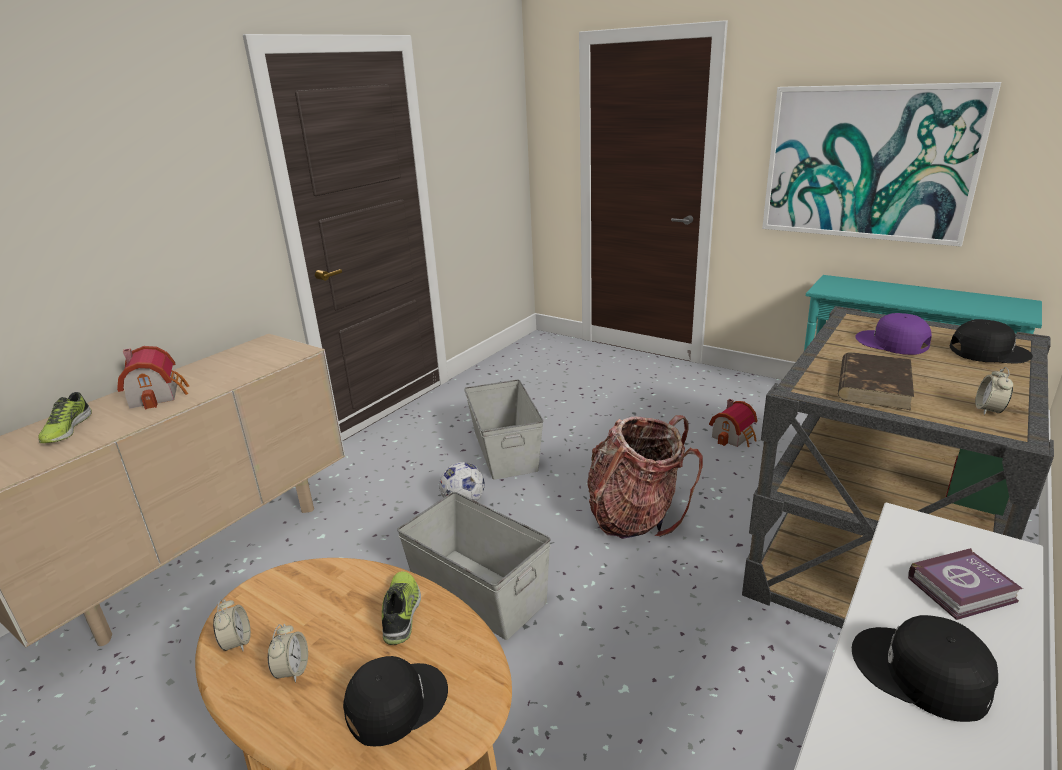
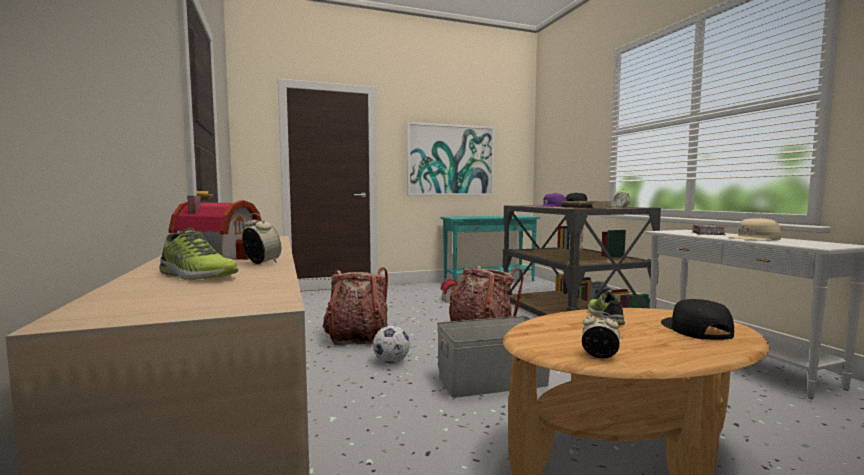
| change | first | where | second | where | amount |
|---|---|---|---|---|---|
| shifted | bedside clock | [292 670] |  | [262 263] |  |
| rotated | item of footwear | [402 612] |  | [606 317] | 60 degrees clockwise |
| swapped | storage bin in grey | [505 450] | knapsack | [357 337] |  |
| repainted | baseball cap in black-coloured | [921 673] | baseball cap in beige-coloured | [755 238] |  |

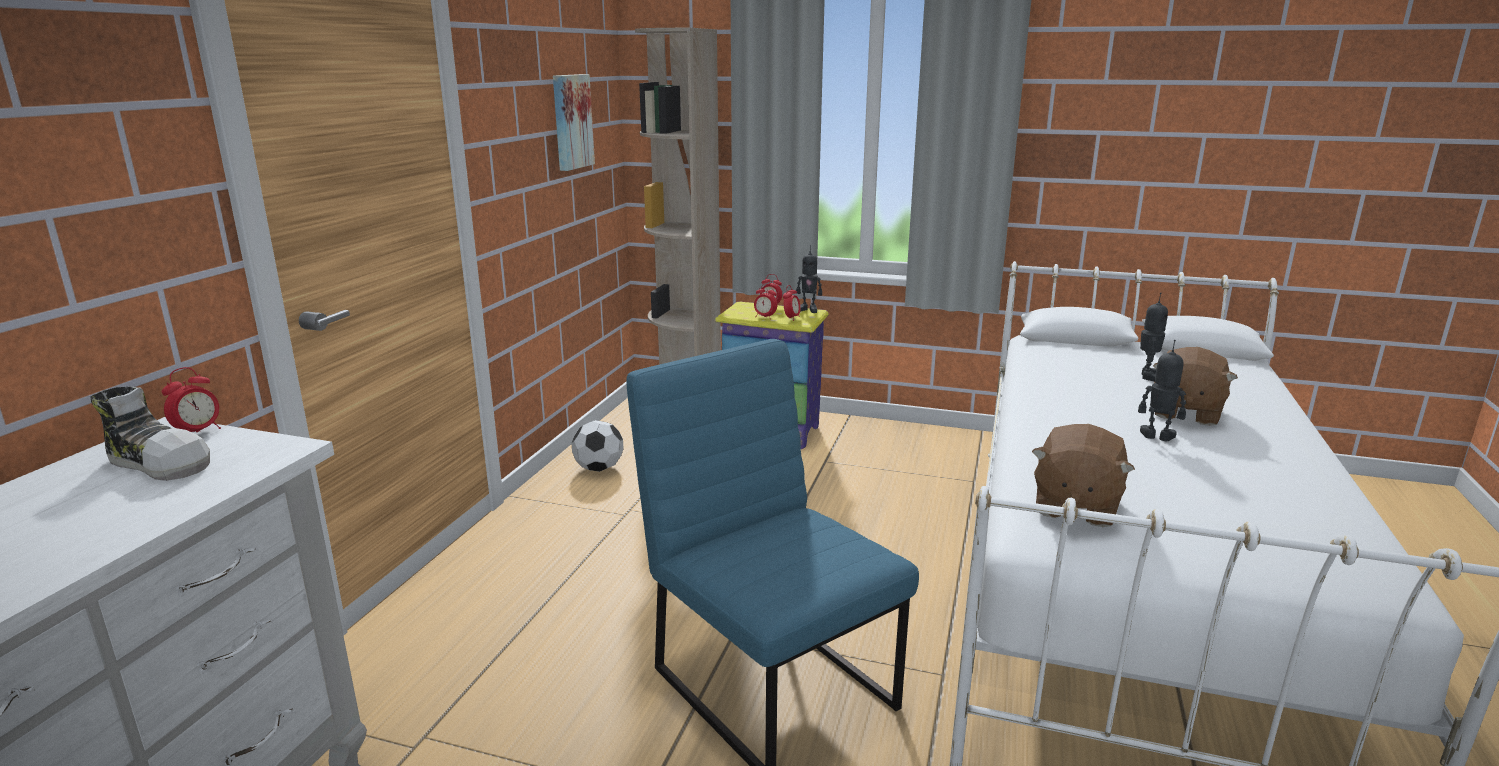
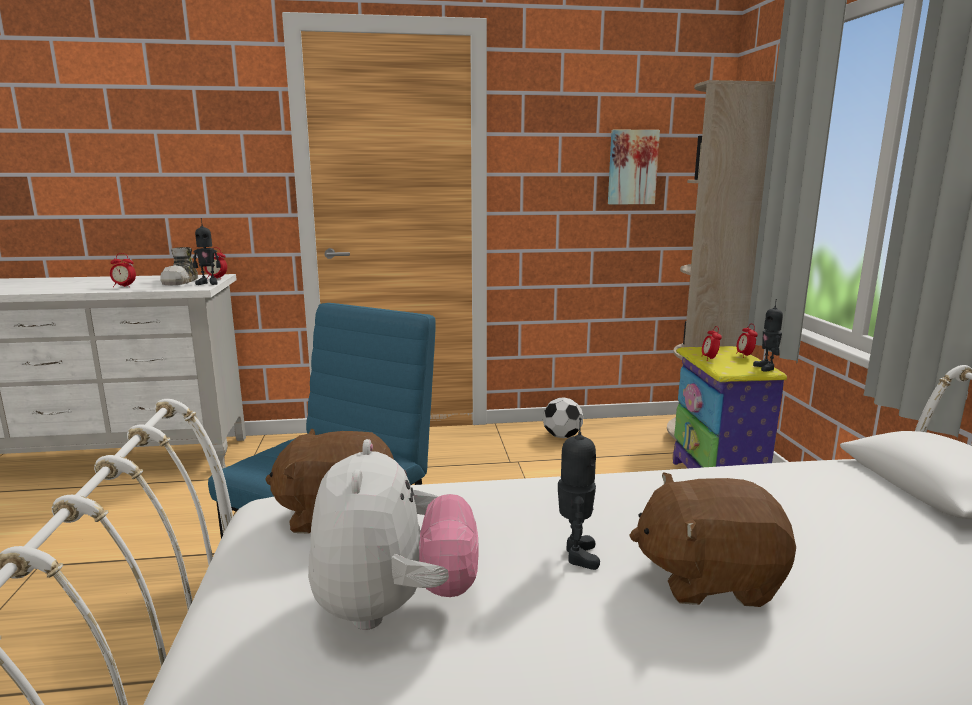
| change | first | where | second | where | amount |
|---|---|---|---|---|---|
| shifted | bedside clock | [791 318] |  | [124 286] |  |
| shifted | model robot | [1147 376] |  | [208 283] |  |
| new |  |  | plush toy | [394 607] |  |

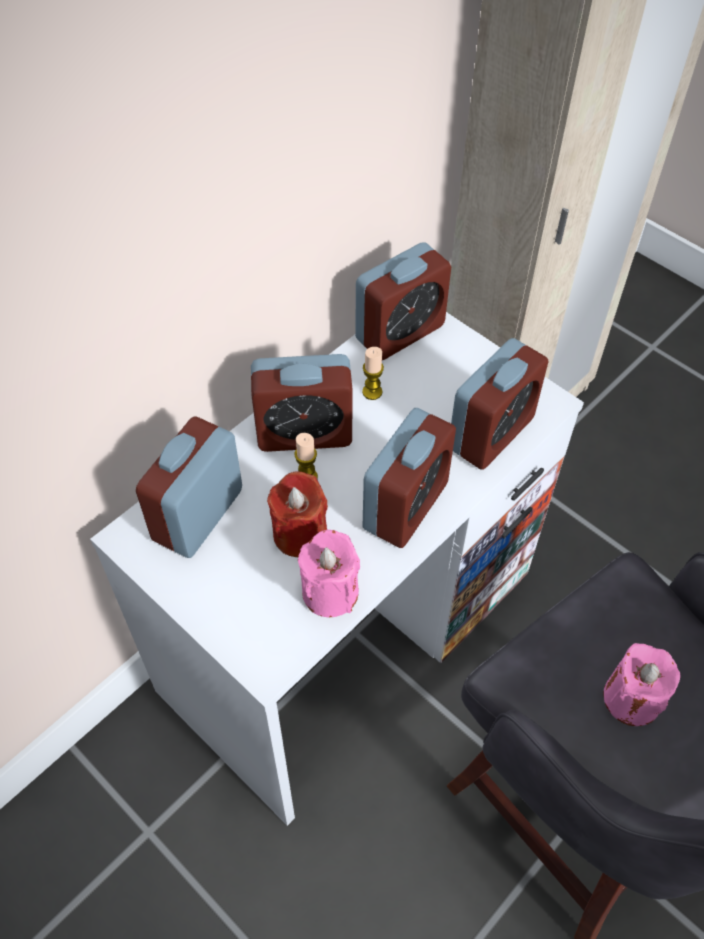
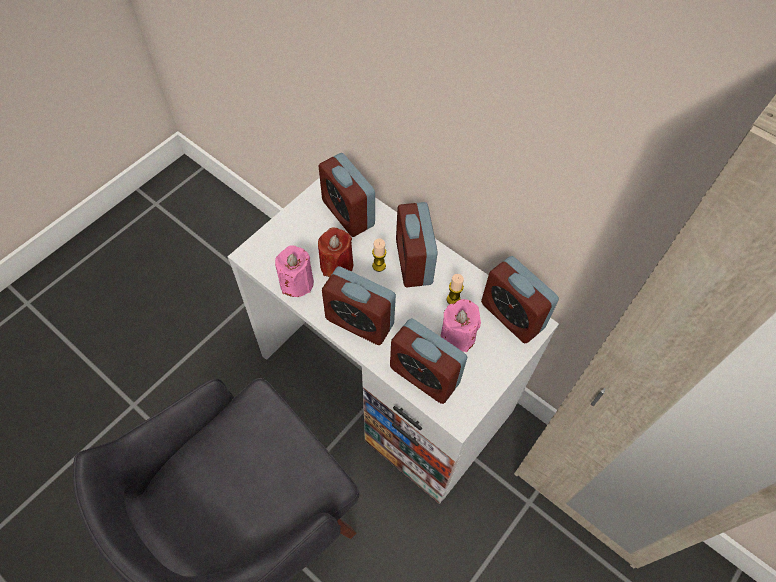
| change | first | where | second | where | amount |
|---|---|---|---|---|---|
| rotated | bedside clock | [198 515] |  | [348 213] | 150 degrees counterclockwise |
| shifted | wax light in pinkish | [631 698] |  | [457 336] |  |

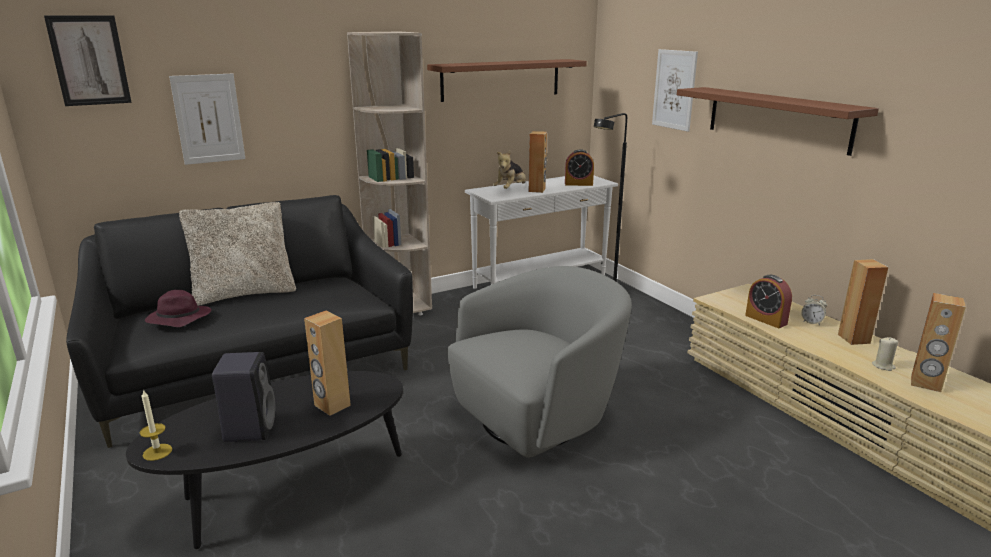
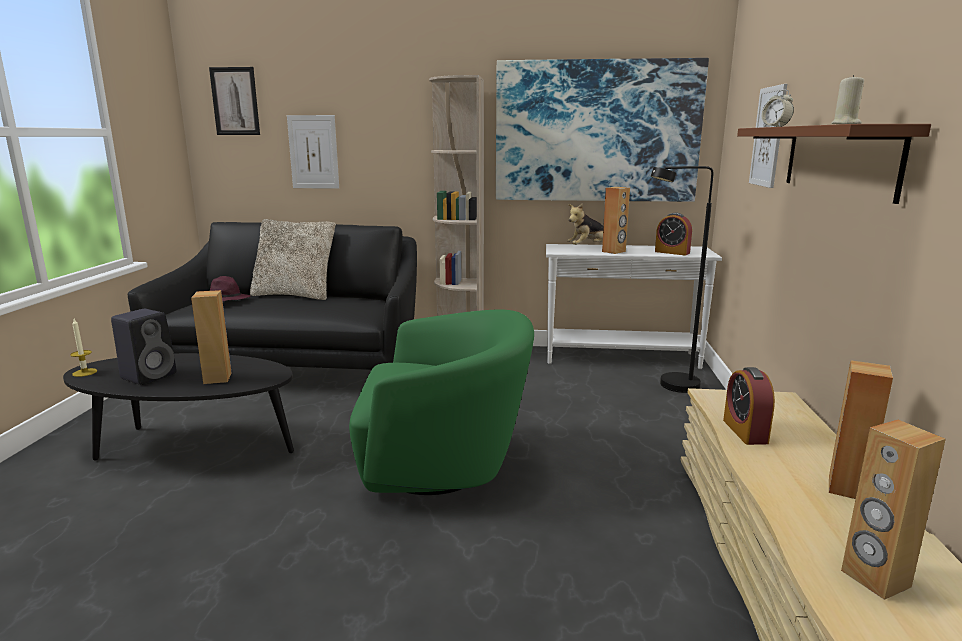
| change | first | where | second | where | amount |
|---|---|---|---|---|---|
| swapped | bracket shelf in brown-coloured | [501 79] | wall picture | [596 132] |  |
| repainted | easy chair in grey | [539 416] | easy chair in greenish | [442 465] |  |
| shifted | bedside clock | [811 322] |  | [775 127] |  |
| shifted | wax light in beige-coloured | [883 366] |  | [845 124] |  |

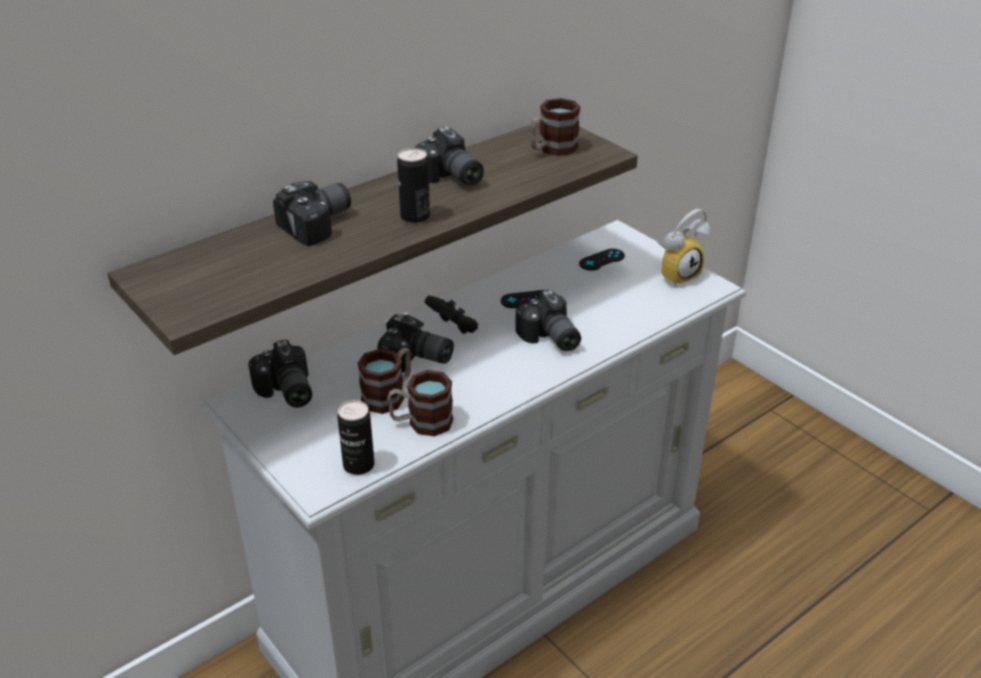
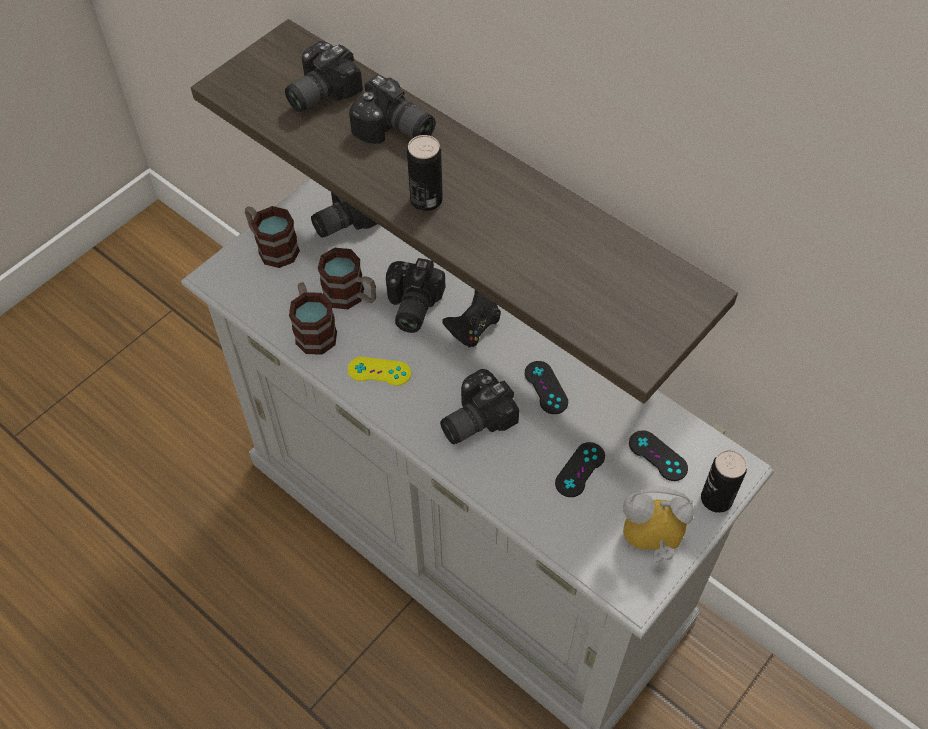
| change | first | where | second | where | amount |
|---|---|---|---|---|---|
| shifted | metal can | [358 465] |  | [716 499] |  |
| shifted | still camera | [450 178] |  | [318 92] |  |
| shifted | coffee mug | [552 149] |  | [272 247] |  |
| rotated | bedside clock | [677 274] |  | [650 546] | 135 degrees clockwise |
| new |  |  | joypad in yellow | [379 371] |  |
| new |  |  | joypad in black-coloured | [580 470] |  |

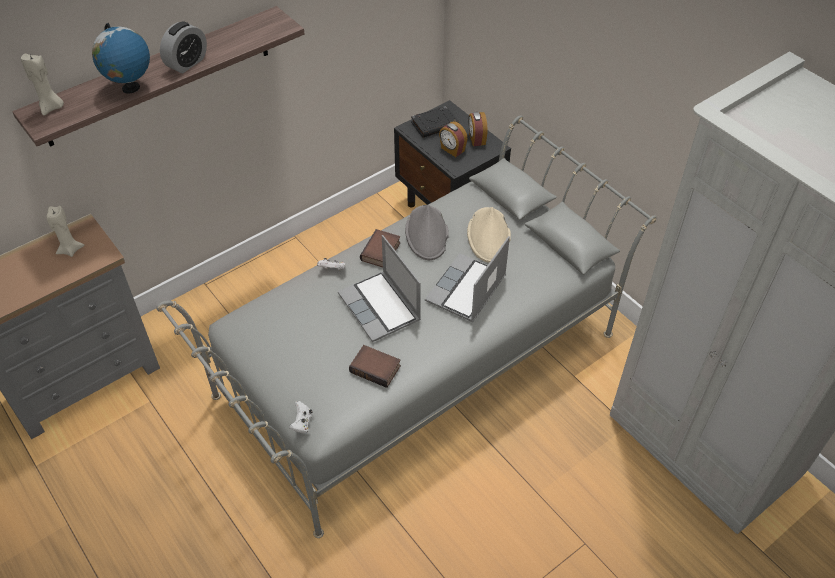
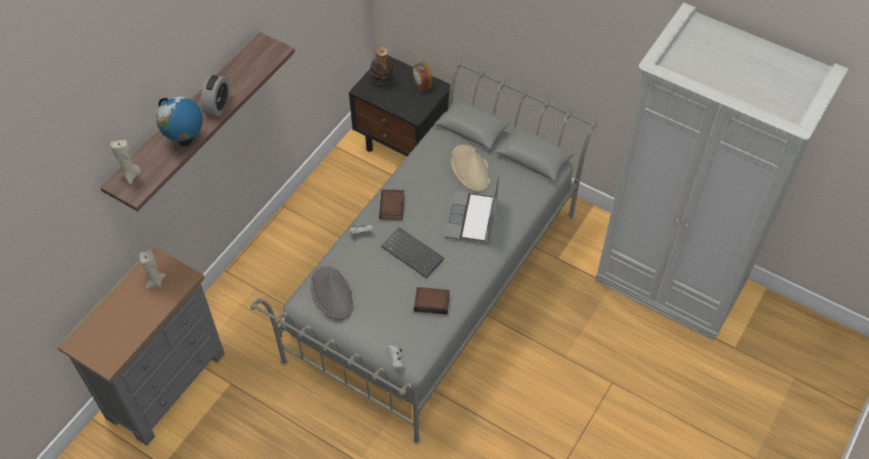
| change | first | where | second | where | amount |
|---|---|---|---|---|---|
| swapped | notebook computer | [381 307] | PC keyboard | [414 253] |  |
| shifted | wearable hat in grey | [427 234] |  | [332 293] |  |
| swapped | bound book in black-coloured | [435 124] | beverage bottle | [382 80] |  |
| gone | bedside clock | [452 150] |  |  |  |

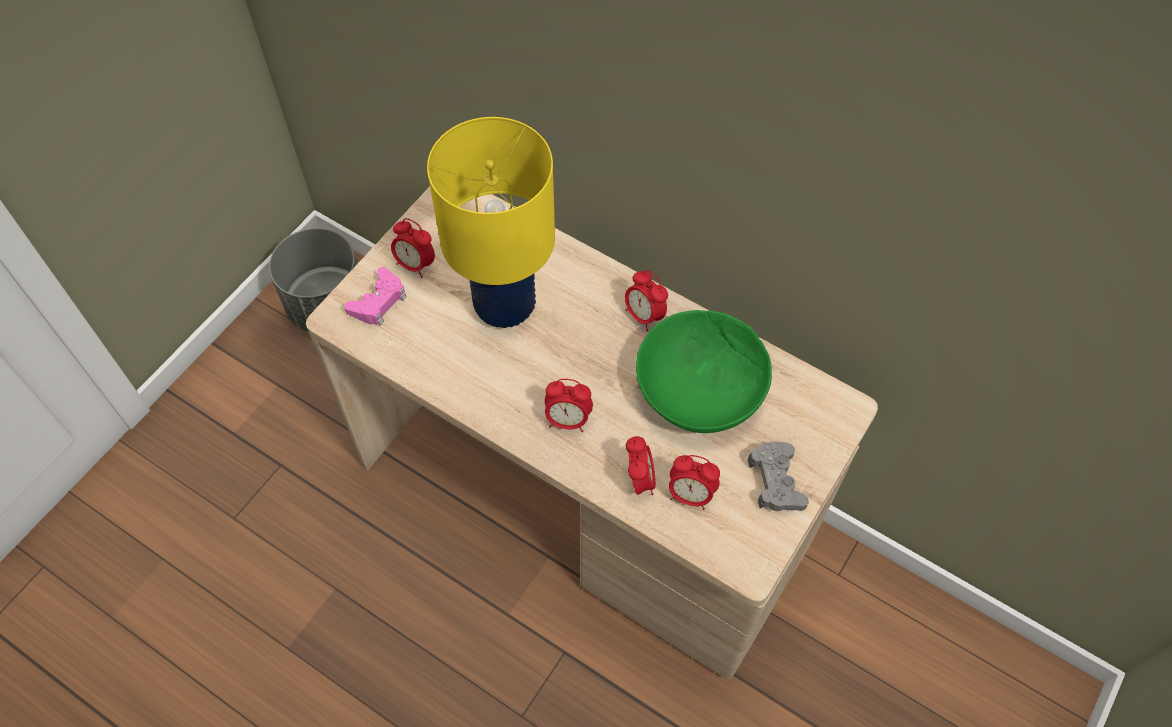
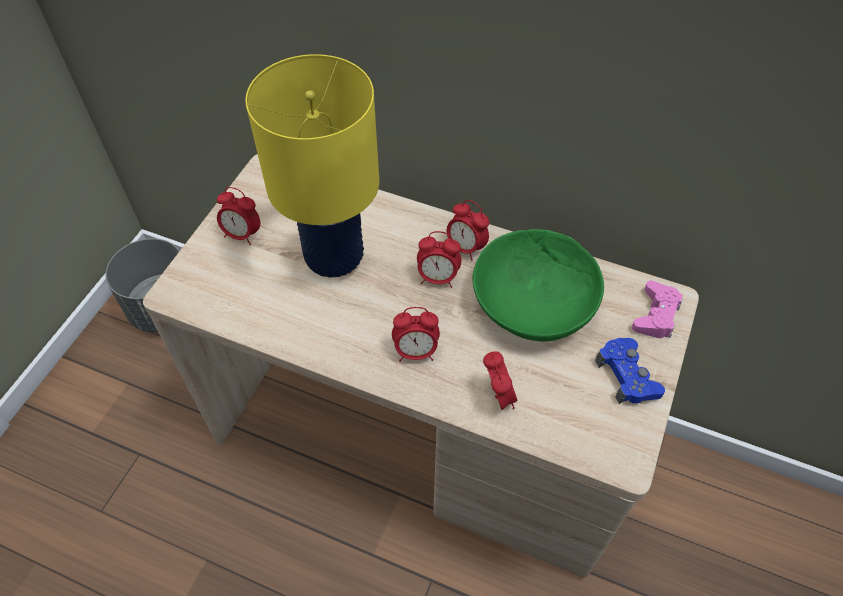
| change | first | where | second | where | amount |
|---|---|---|---|---|---|
| shifted | joypad in pinkish | [378 302] |  | [656 315] |  |
| shifted | bedside clock | [690 495] |  | [437 278] |  |
| repainted | joypad in grey | [776 481] | joypad in bluish | [627 376] |  |

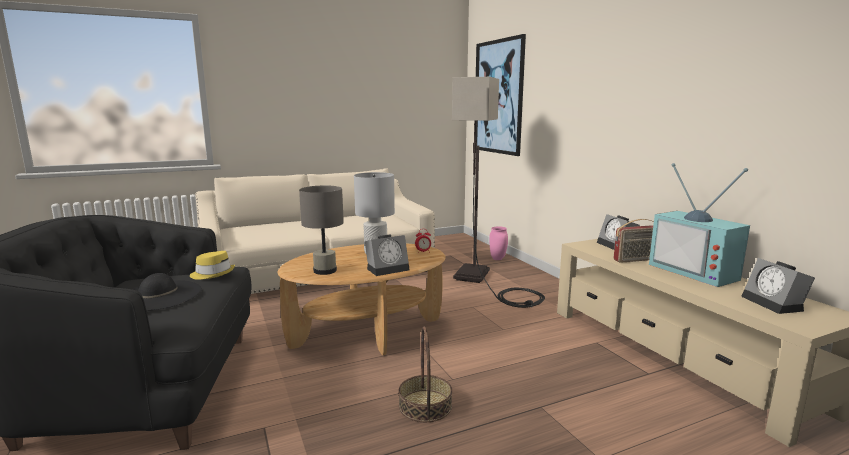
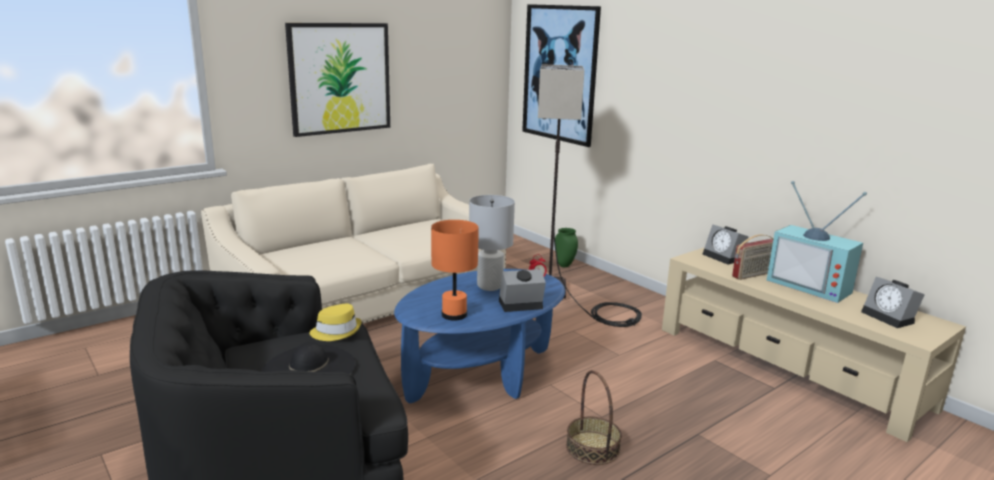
| change | first | where | second | where | amount |
|---|---|---|---|---|---|
| repainted | coffee table in brown-coloured | [367 333] | coffee table in bluish | [481 374] |  |
| repainted | lamp for a table in grey | [325 270] | lamp for a table in orange | [454 314] |  |
| rotated | bedside clock | [388 268] |  | [519 306] | 150 degrees counterclockwise |
| repainted | decorative vase in pinkish | [498 259] | decorative vase in greenish | [565 265] |  |
| new |  |  | wall picture | [340 78] |  |

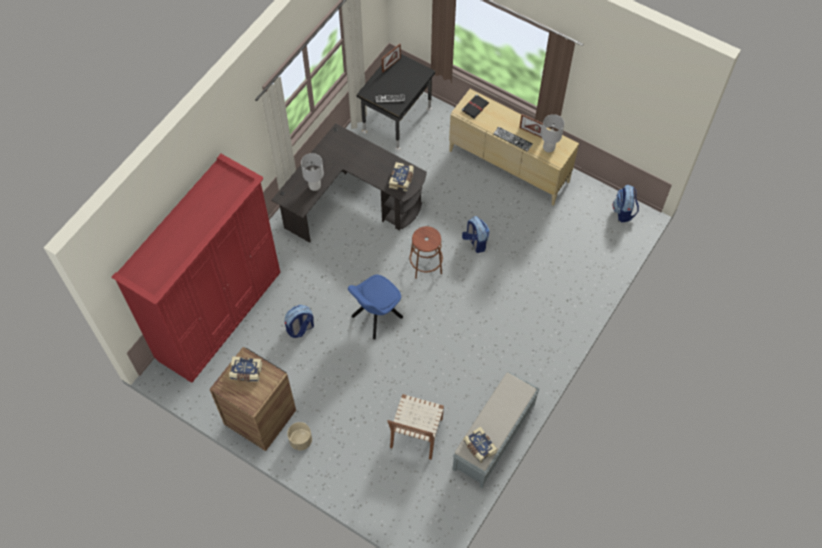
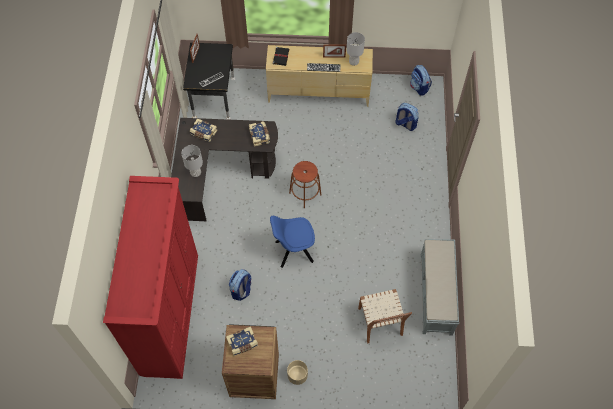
| change | first | where | second | where | amount |
|---|---|---|---|---|---|
| rotated | chair in bluish | [376 316] |  | [293 251] | 60 degrees clockwise |
| shifted | knapsack | [475 242] |  | [405 124] |  |
| shifted | bound book | [479 447] |  | [203 133] |  |

